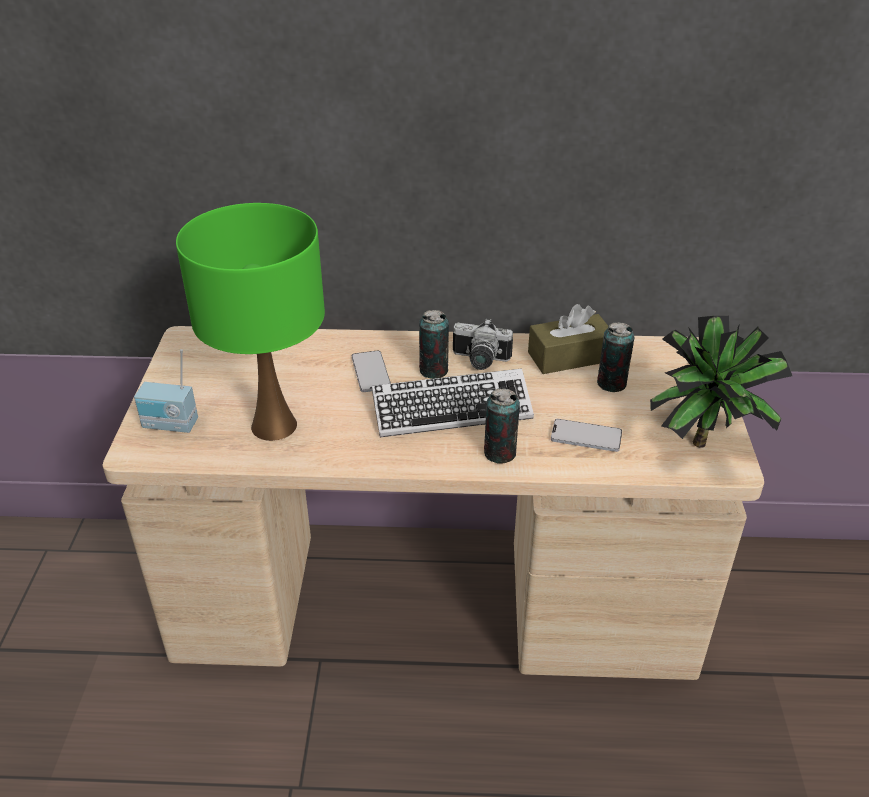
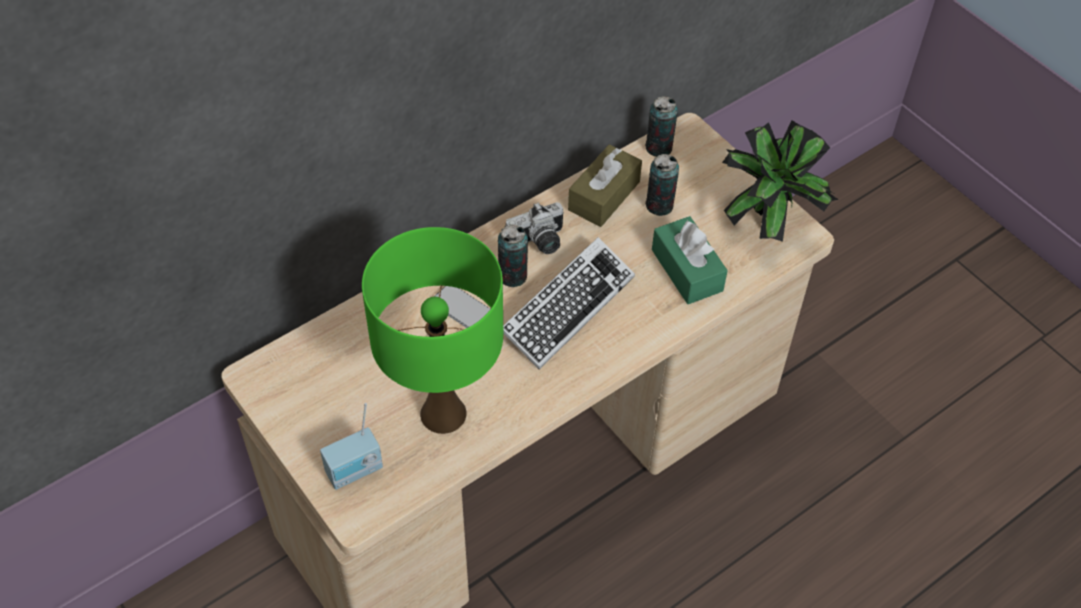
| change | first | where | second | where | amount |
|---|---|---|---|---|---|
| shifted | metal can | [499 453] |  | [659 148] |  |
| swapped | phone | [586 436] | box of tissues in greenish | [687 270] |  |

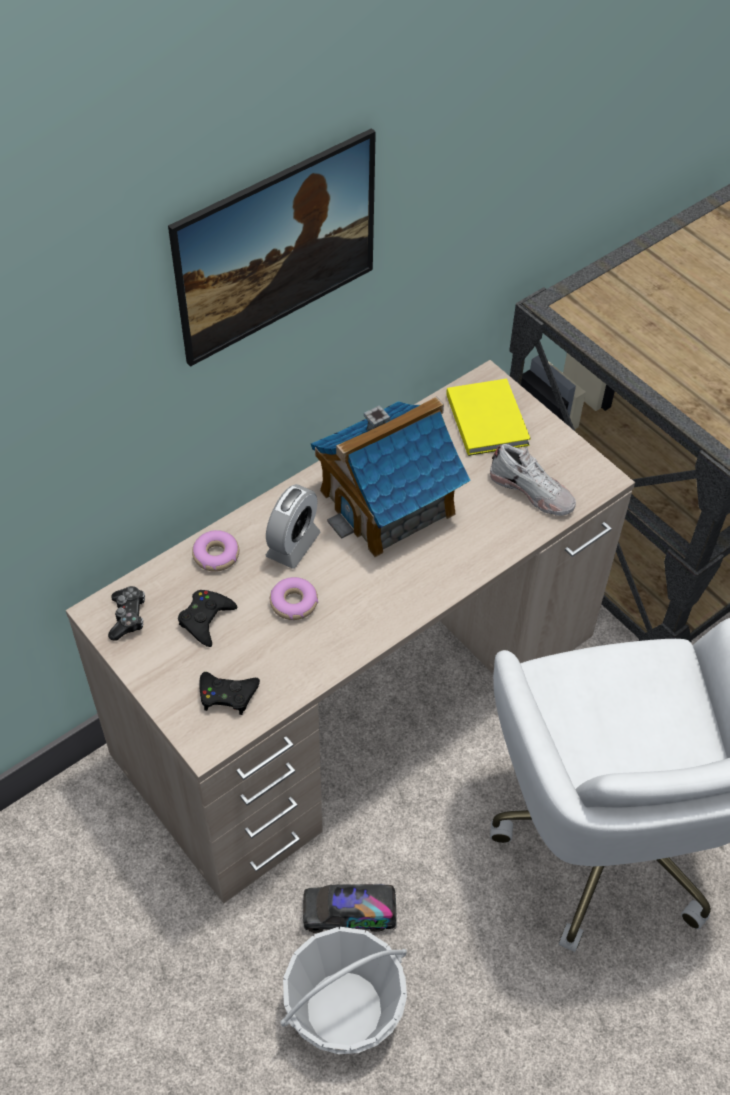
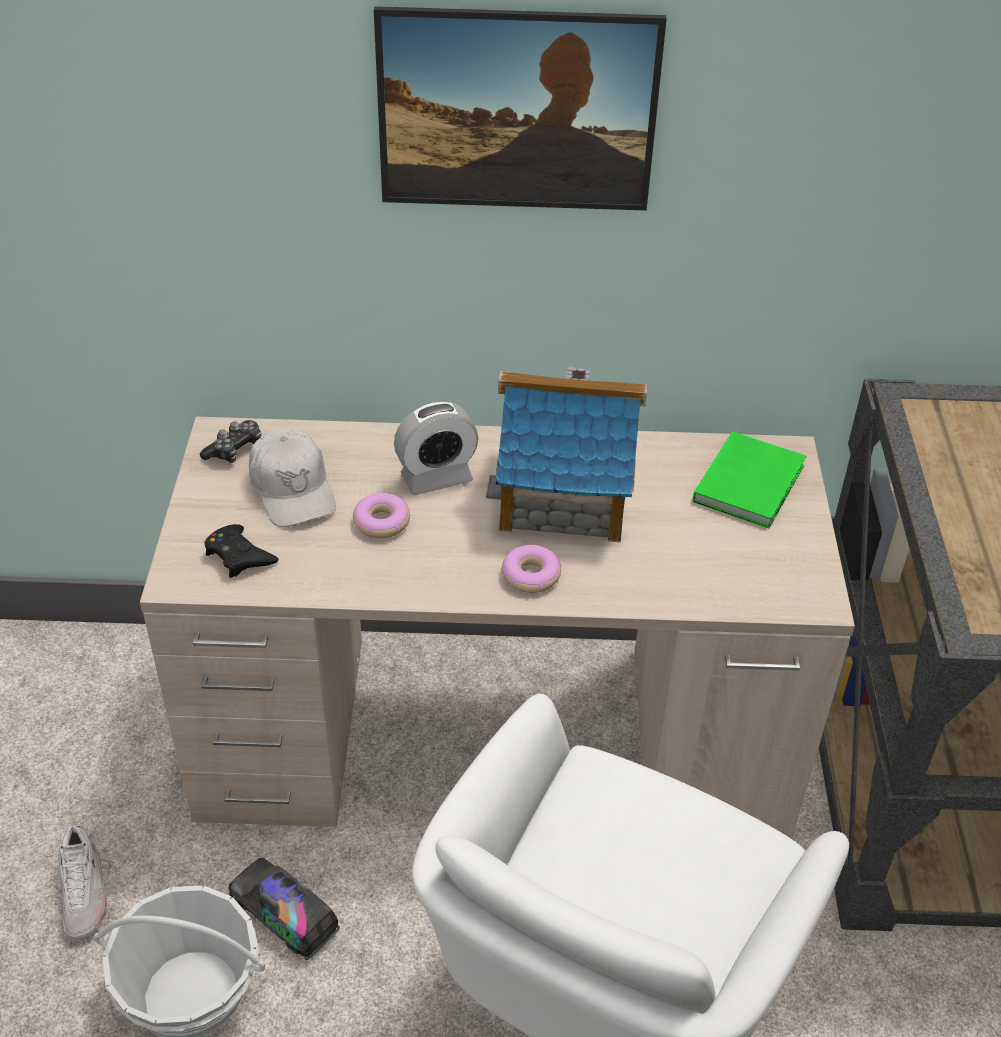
| change | first | where | second | where | amount |
|---|---|---|---|---|---|
| swapped | joypad in black-coloured | [206 619] | baseball cap in white-coloured | [293 489] |  |
| shifted | doughnut | [216 555] |  | [530 575] |  |
| repainted | bound book in yellow | [487 418] | bound book in greenish | [751 482] |  |
| shifted | item of footwear in white-coloured | [532 491] |  | [84 894] |  |

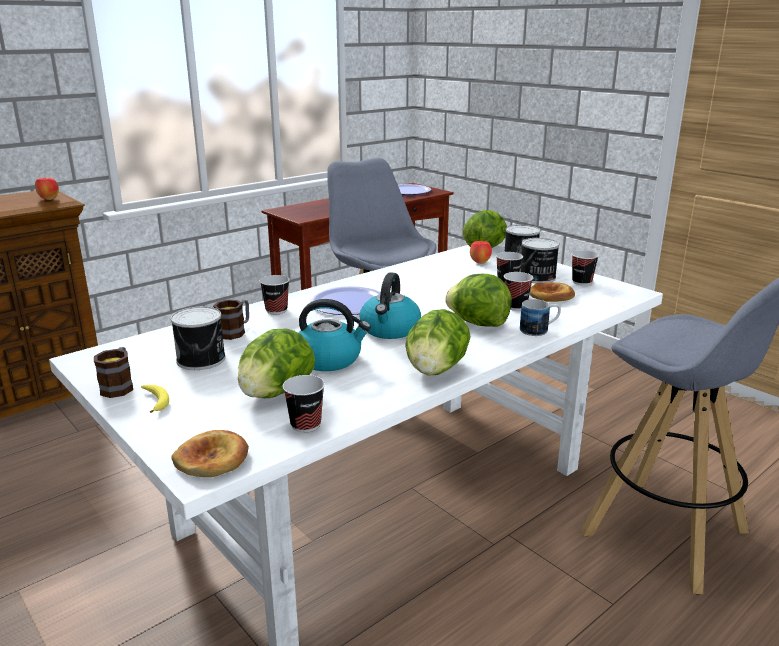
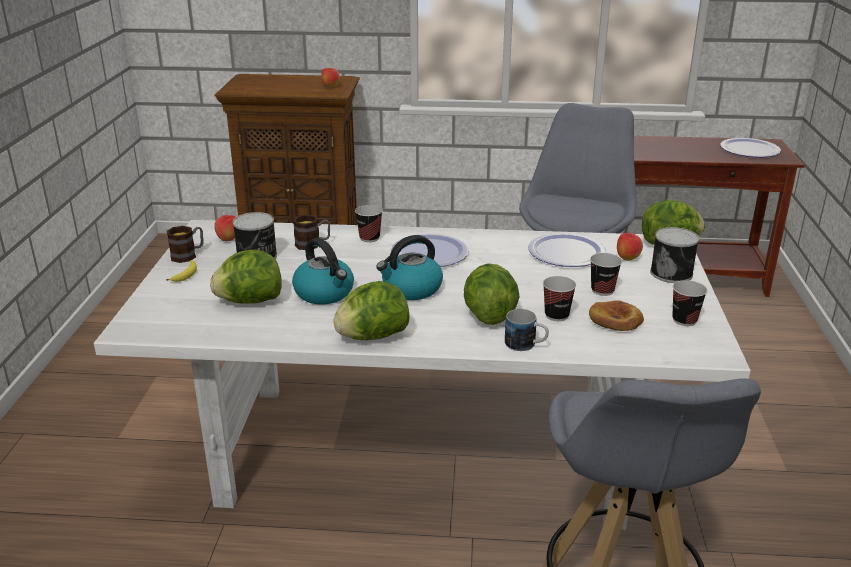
| change | first | where | second | where | amount |
|---|---|---|---|---|---|
| gone | bread | [212 459] |  |  |  |
| gone | cup | [305 425] |  |  |  |
| gone | metal can | [537 278] |  |  |  |
| new |  |  | apple fruit | [228 240] |  |
| new |  |  | dinner plate | [566 252] |  |

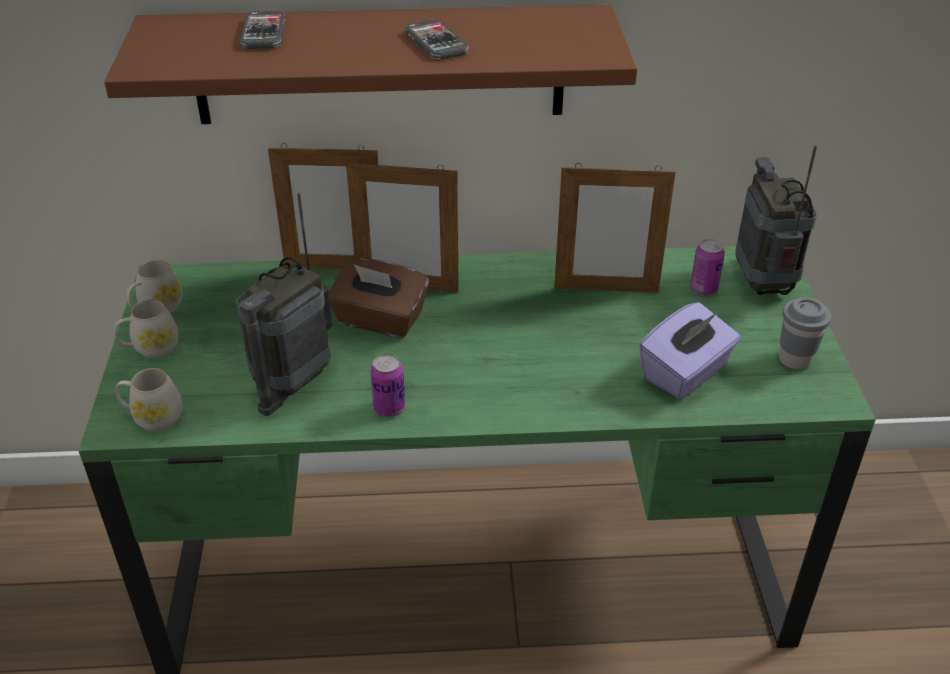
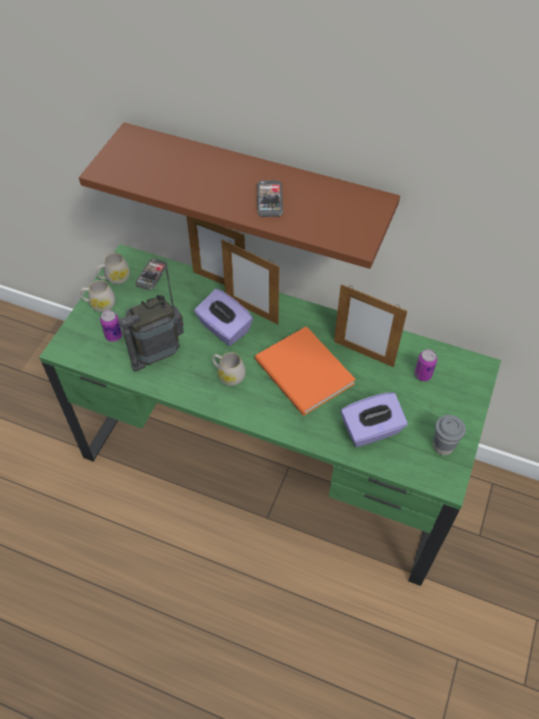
| change | first | where | second | where | amount |
|---|---|---|---|---|---|
| shifted | coffee mug in white-coloured | [152 417] |  | [228 375] |  |
| shifted | phone | [263 33] |  | [151 275] |  |
| repainted | box of tissues in brown-coloured | [379 320] | box of tissues in purplish | [224 328] |  |
| shifted | metal can | [389 408] |  | [114 336] |  |
| gone | radio set | [763 284] |  |  |  |
| new |  |  | bound book in orange | [304 375] |  |

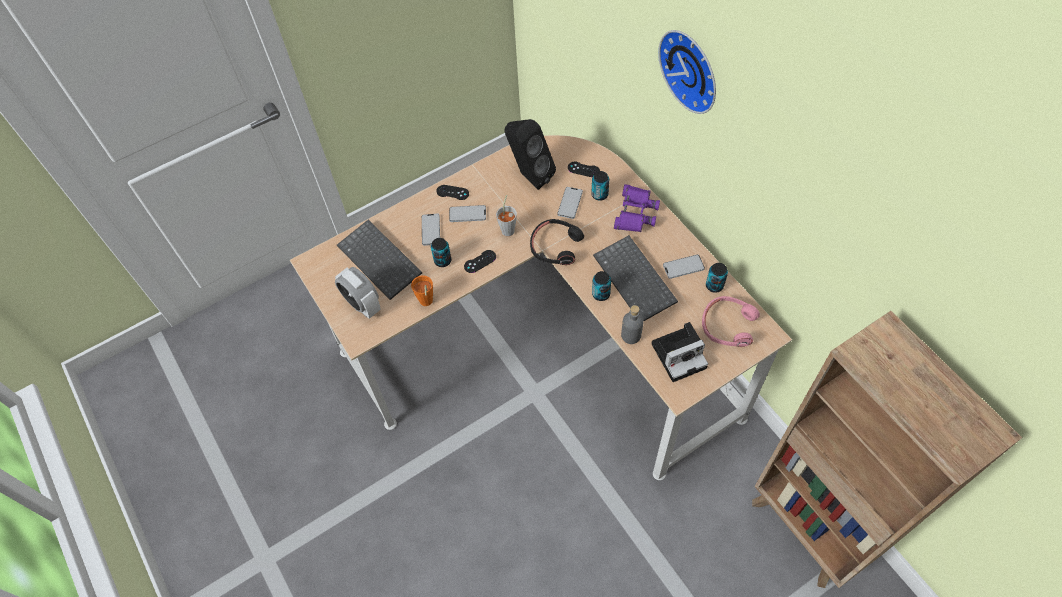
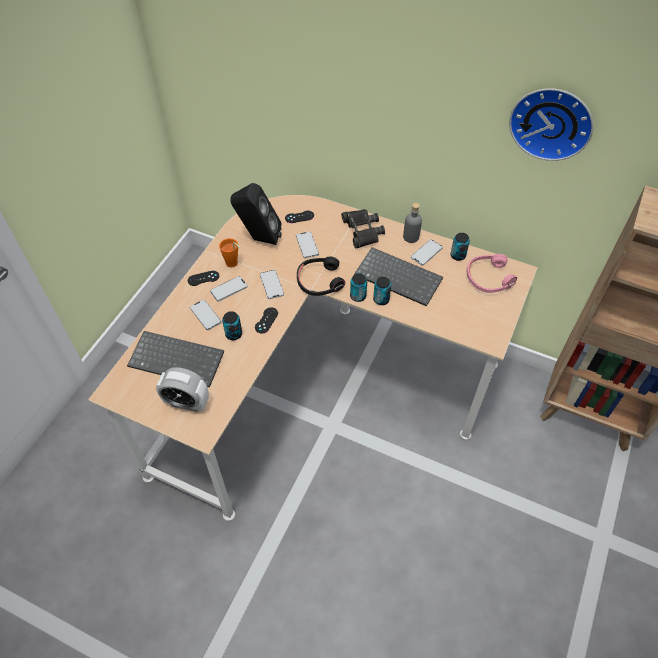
| change | first | where | second | where | amount |
|---|---|---|---|---|---|
| shifted | cup in orange | [426 303] |  | [233 264] |  |
| swapped | cup in grey | [508 228] | phone | [271 285] |  |
| shifted | metal can | [599 194] |  | [358 296] |  |
| repainted | binoculars in purplish | [635 213] | binoculars in black-coloured | [362 231] |  |
| shifted | beverage bottle in grey | [631 335] |  | [411 237] |  |
| gone | still camera | [680 354] |  |  |  |
| shifted | hanging clock | [692 69] |  | [551 121] |  |

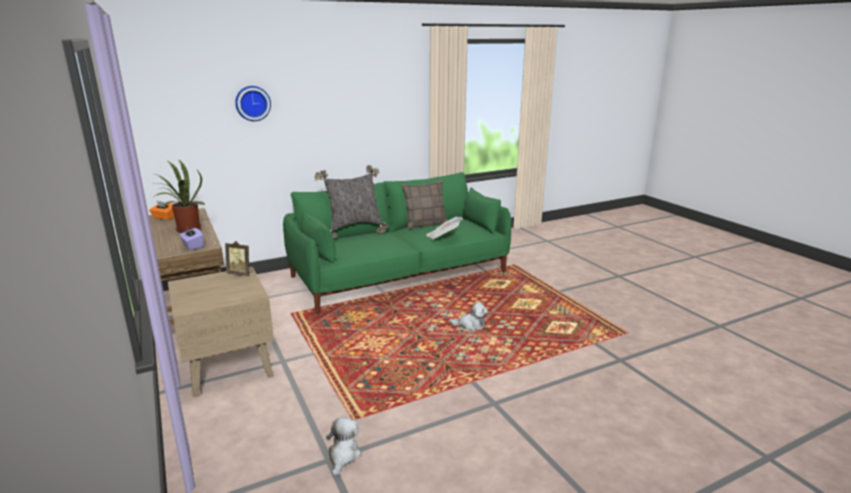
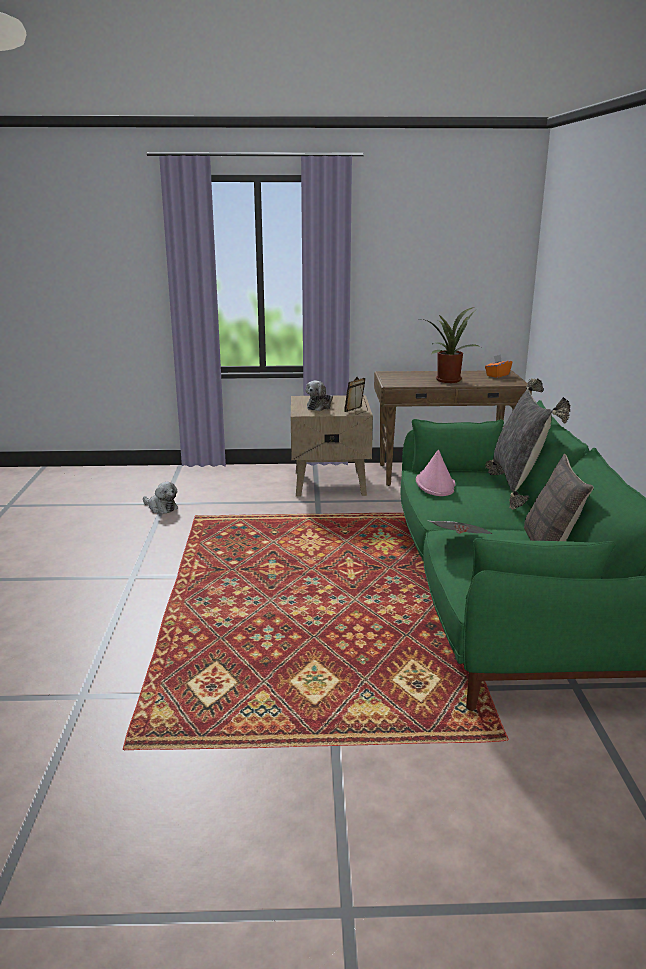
| change | first | where | second | where | amount |
|---|---|---|---|---|---|
| gone | box of tissues in purplish | [193 246] |  |  |  |
| gone | hanging clock | [252 103] |  |  |  |
| shifted | plush toy | [470 325] |  | [320 406] |  |
| new |  |  | wearable hat in pinkish | [435 484] |  |

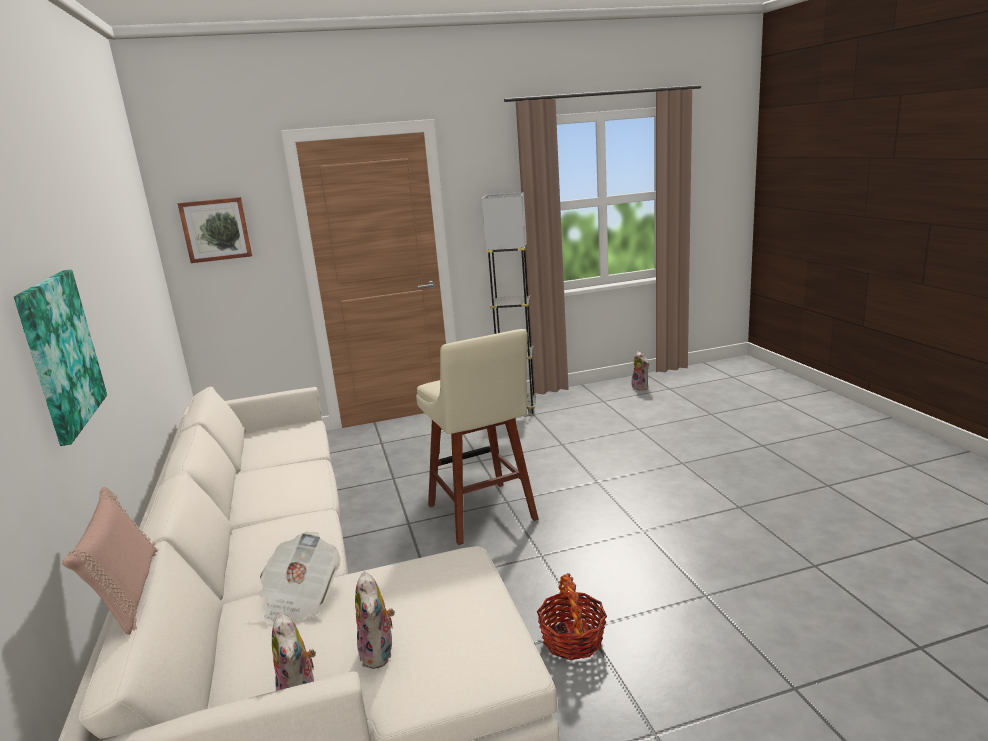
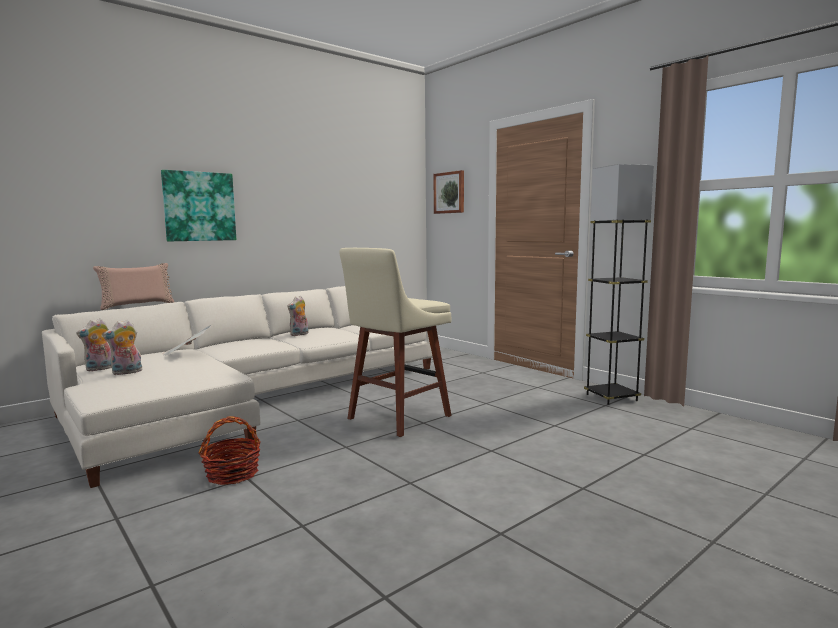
| change | first | where | second | where | amount |
|---|---|---|---|---|---|
| shifted | plush toy | [641 387] |  | [299 334] |  |

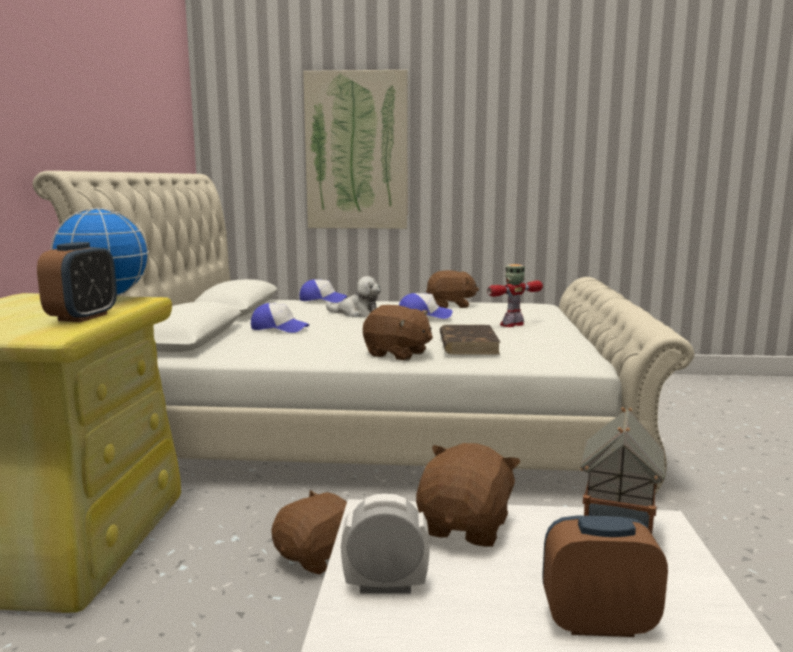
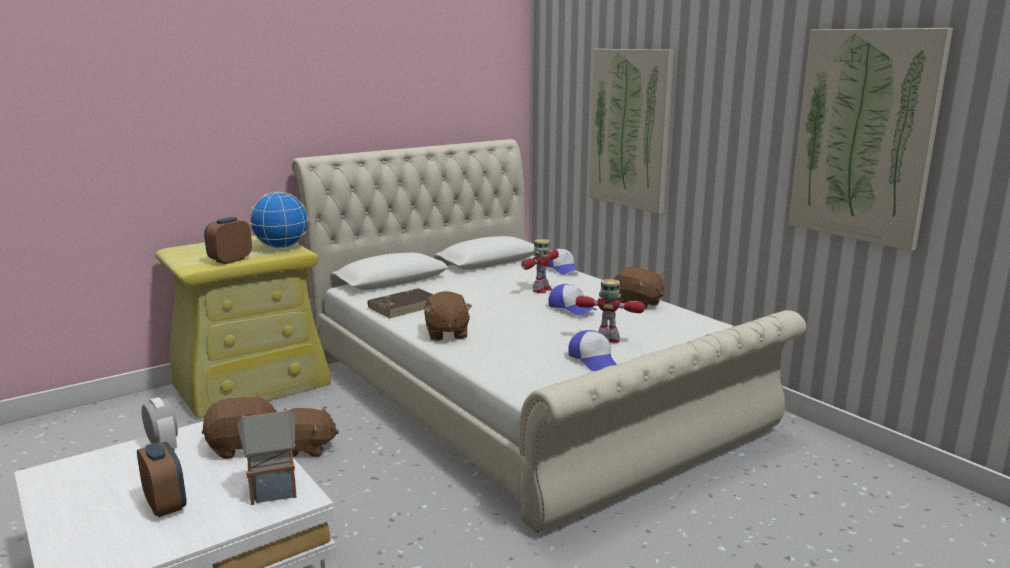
| change | first | where | second | where | amount |
|---|---|---|---|---|---|
| rotated | bedside clock | [83 317] |  | [230 260] | 150 degrees clockwise |
| shifted | baseball cap | [279 328] |  | [593 360] |  |
| swapped | plush toy | [357 314] | model robot | [541 290] |  |
| shifted | bound book in brown-coloured | [468 344] |  | [404 306] |  |
| new |  |  | wall picture | [864 136] |  |

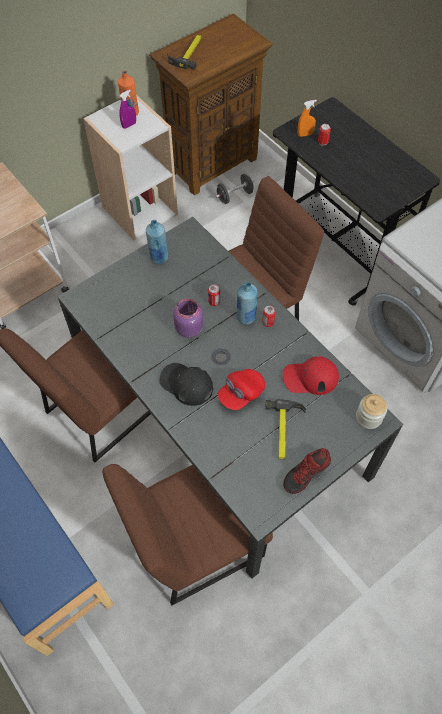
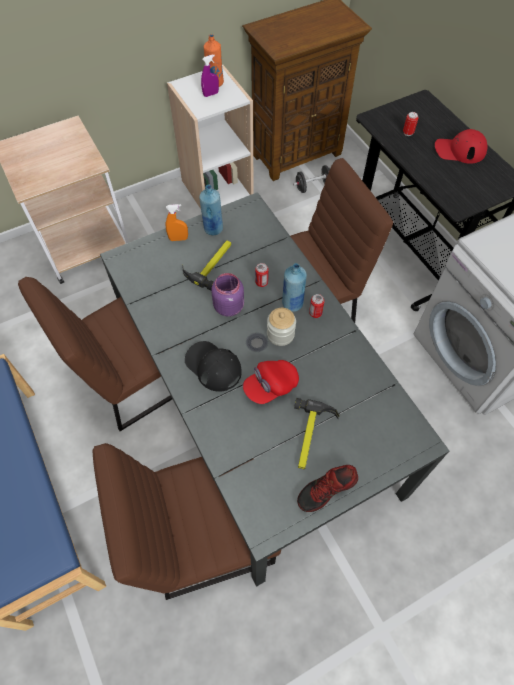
| change | first | where | second | where | amount |
|---|---|---|---|---|---|
| shifted | tool hammer | [188 53] |  | [210 264] |  |
| shifted | baseball cap in red | [310 378] |  | [459 150] |  |
| shifted | spray bottle in orange | [305 134] |  | [178 239] |  |
| shifted | jar | [368 417] |  | [280 334] |  |

